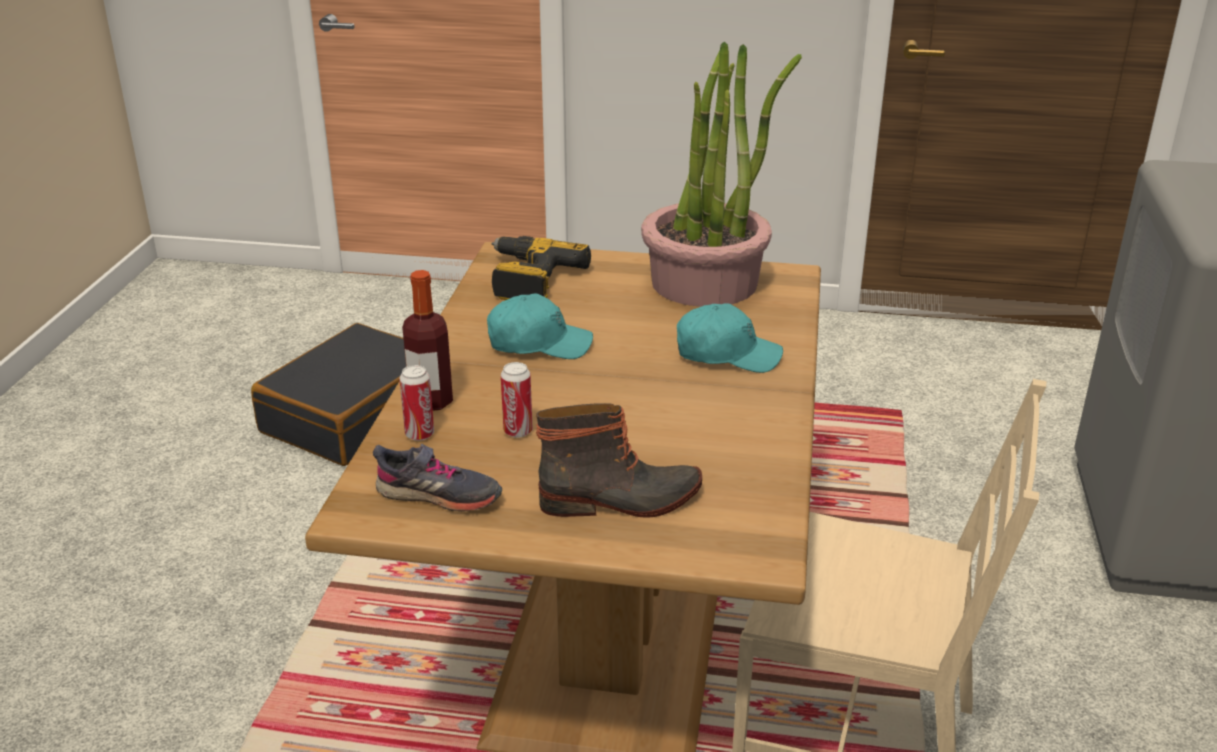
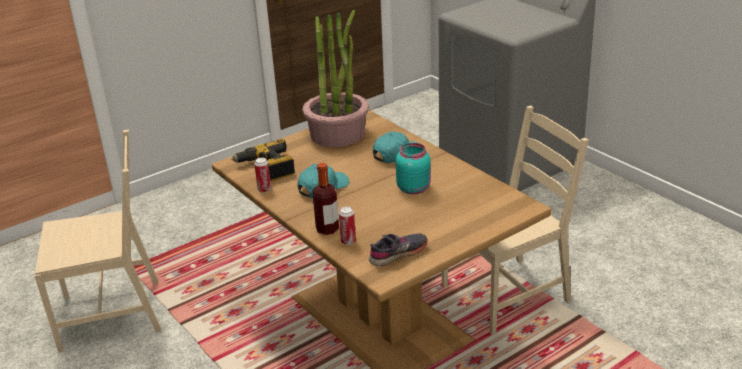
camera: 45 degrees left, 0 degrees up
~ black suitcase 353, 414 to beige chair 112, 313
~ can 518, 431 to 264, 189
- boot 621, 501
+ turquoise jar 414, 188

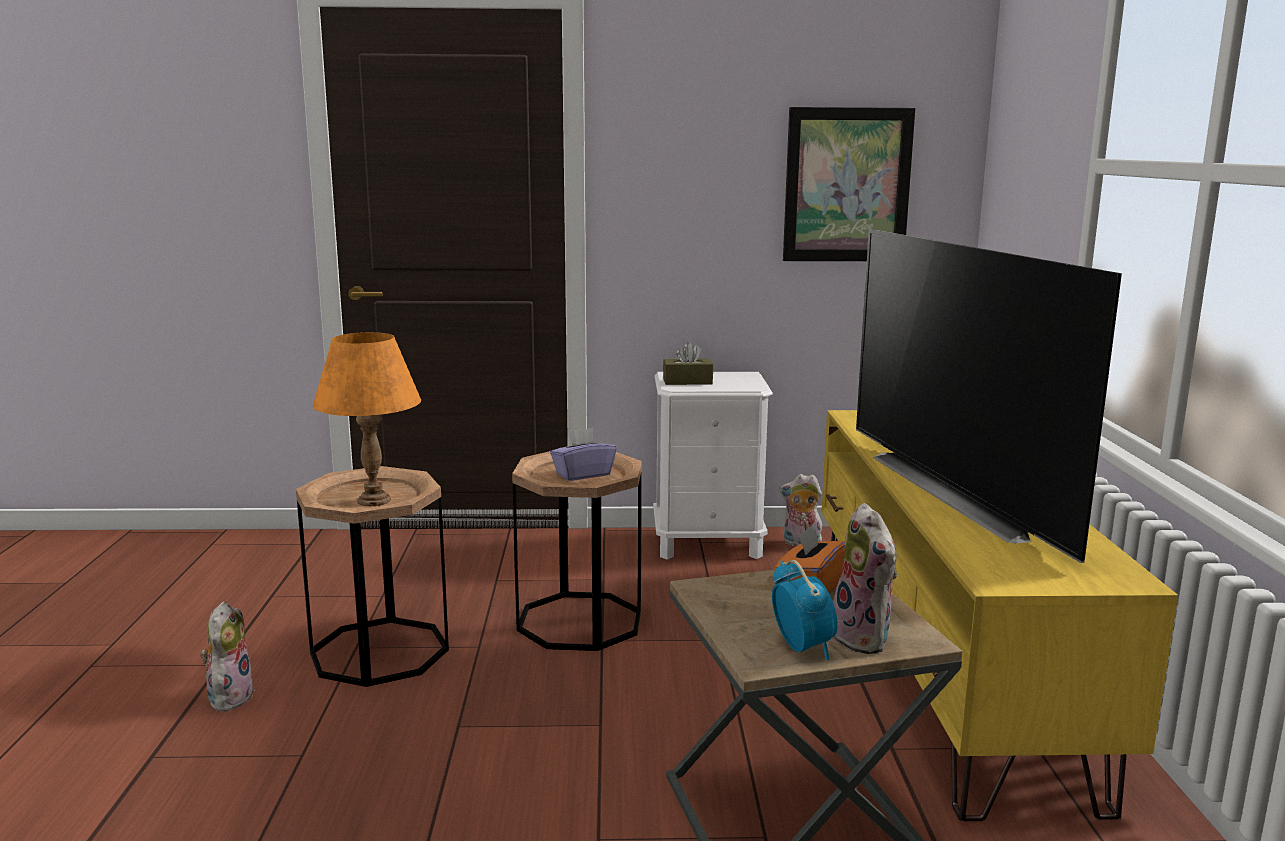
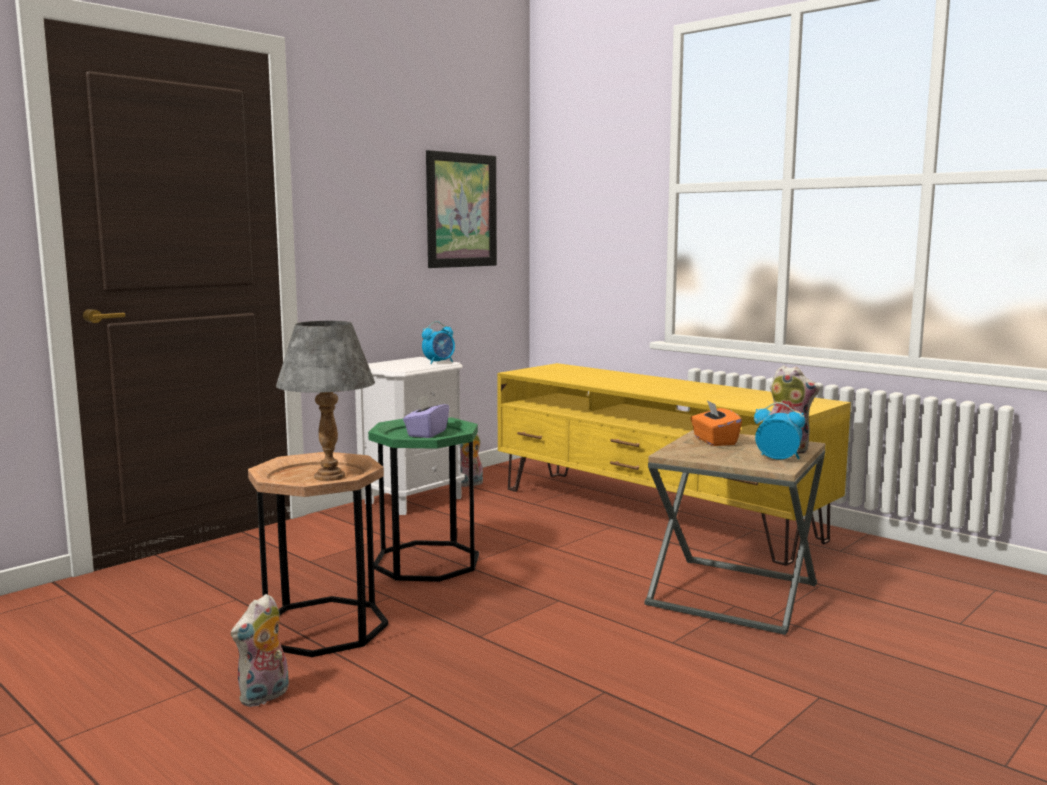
camera: 45 degrees left, 5 degrees down
- television 963, 492
~ orange table lamp 374, 500 to grey table lamp 330, 476
- brown tissue box 687, 381
~ brown side table 579, 621 to green side table 426, 561
~ plush toy 229, 697 = 265, 697 105 degrees counterclockwise
+ alarm clock 439, 362

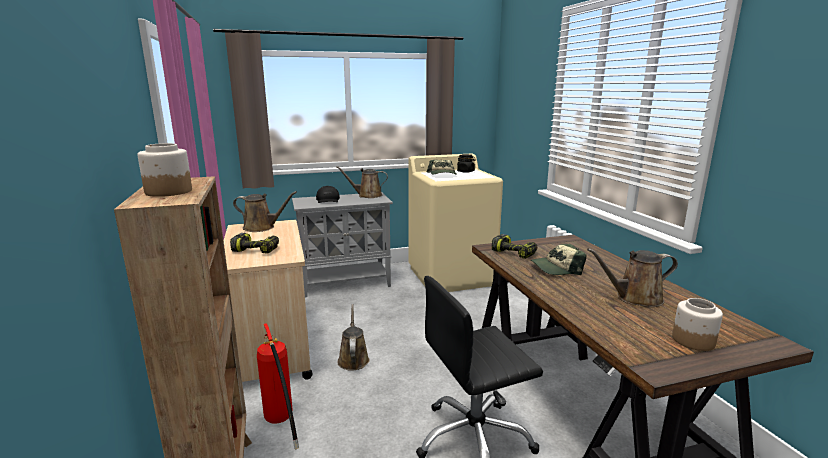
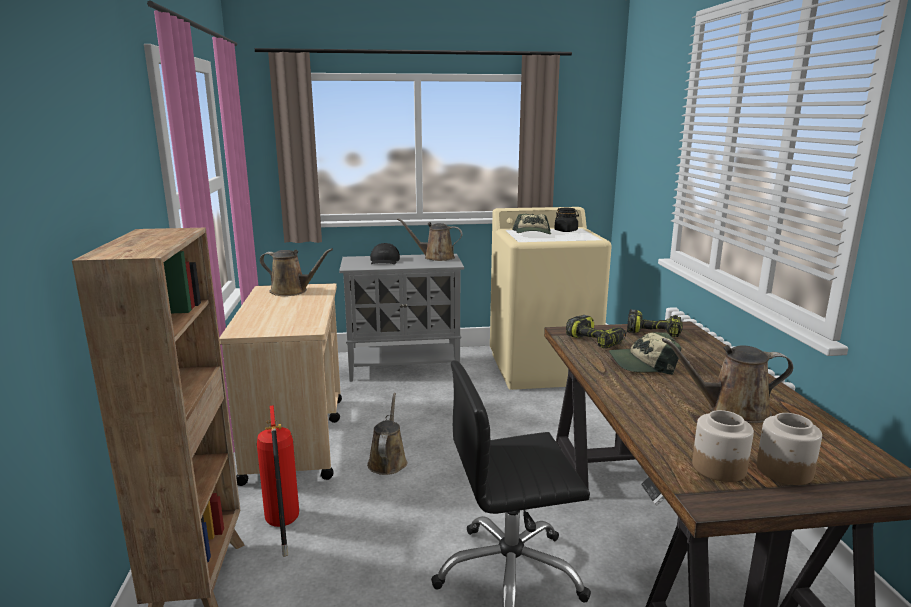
camera: 10 degrees right, 0 degrees up
~ jar 168, 192 to 718, 467
~ power drill 257, 249 to 654, 331

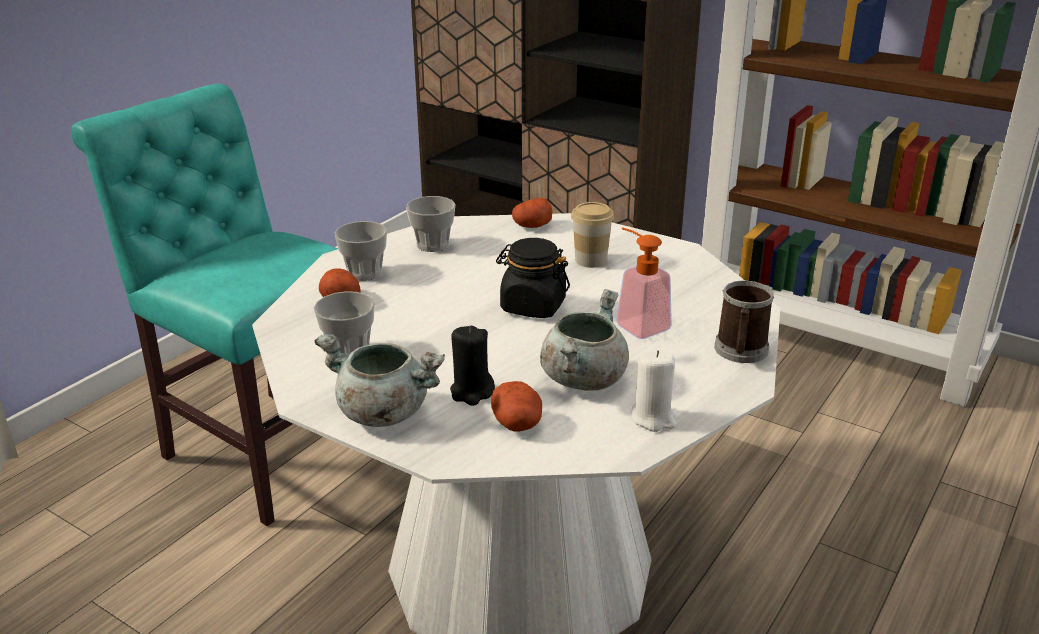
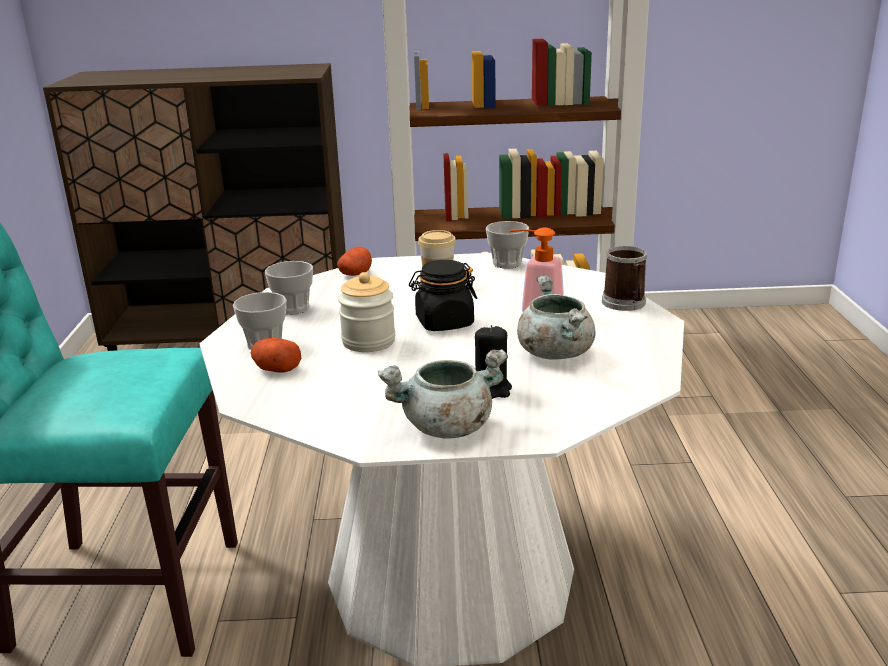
camera: 35 degrees left, 5 degrees down
~ cup 349, 351 to 507, 263
- white candle 653, 418
- potato 518, 423
+ jar 368, 341

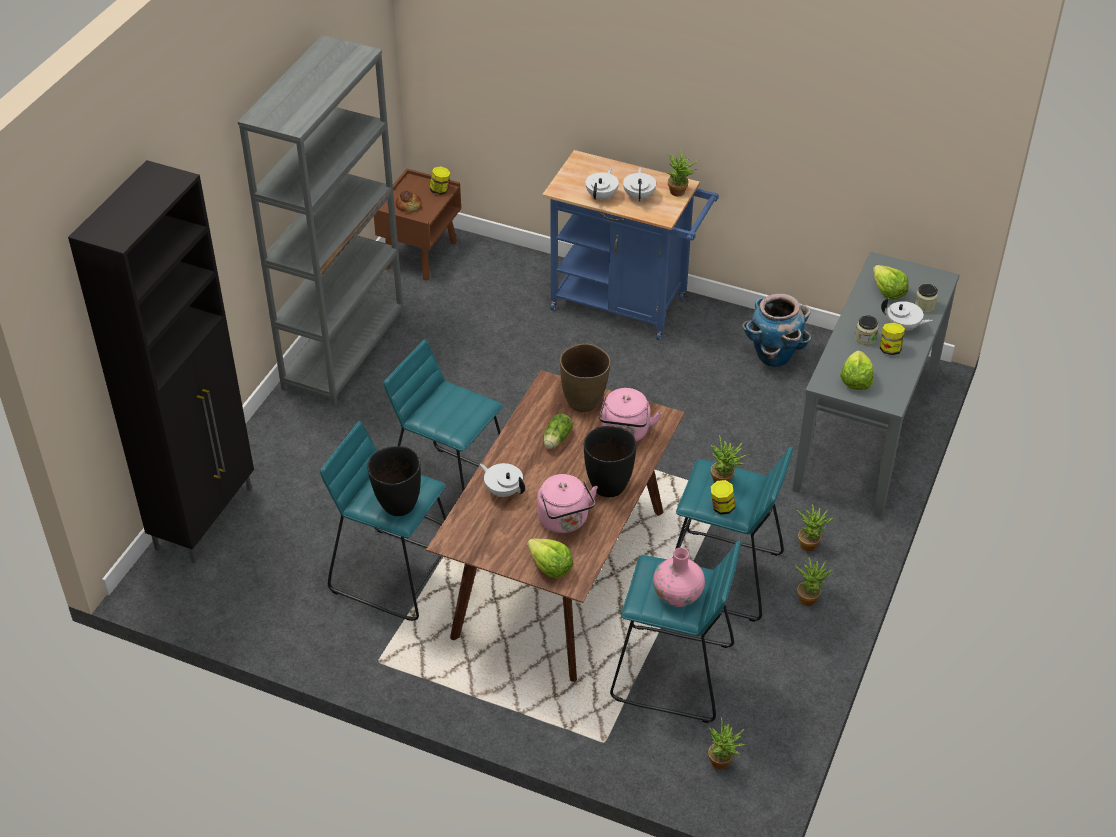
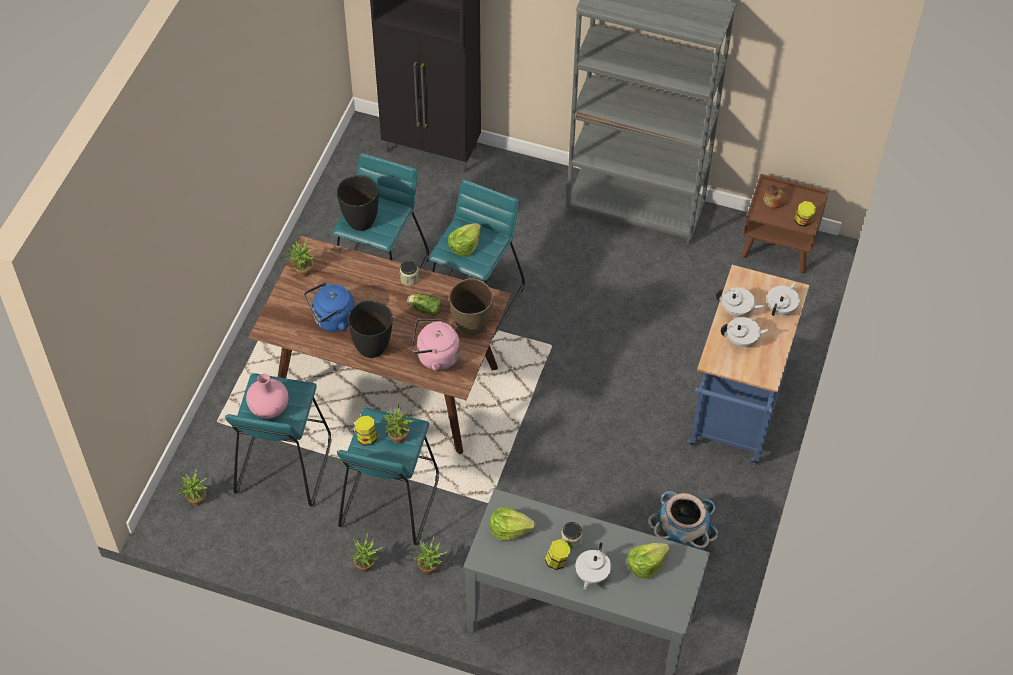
camera: 85 degrees right, 10 degrees up
~ potted plant 680, 193 to 302, 273
~ jar 924, 306 to 409, 278
~ white teapot 503, 490 to 781, 308
~ pink kettle 565, 521 to blue kettle 332, 320
~ lettuce 550, 567 to 464, 246

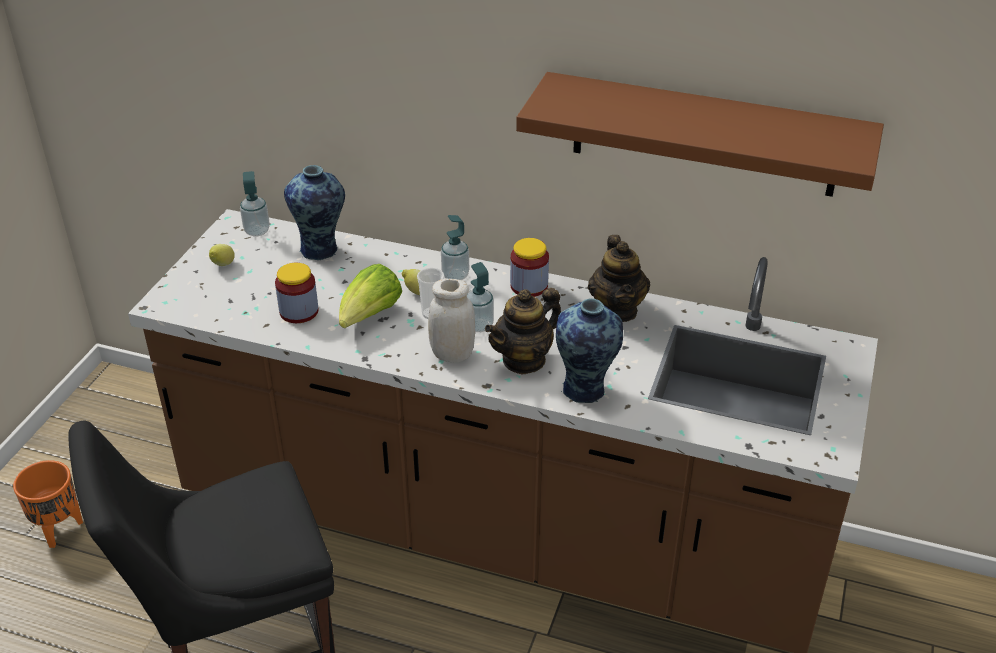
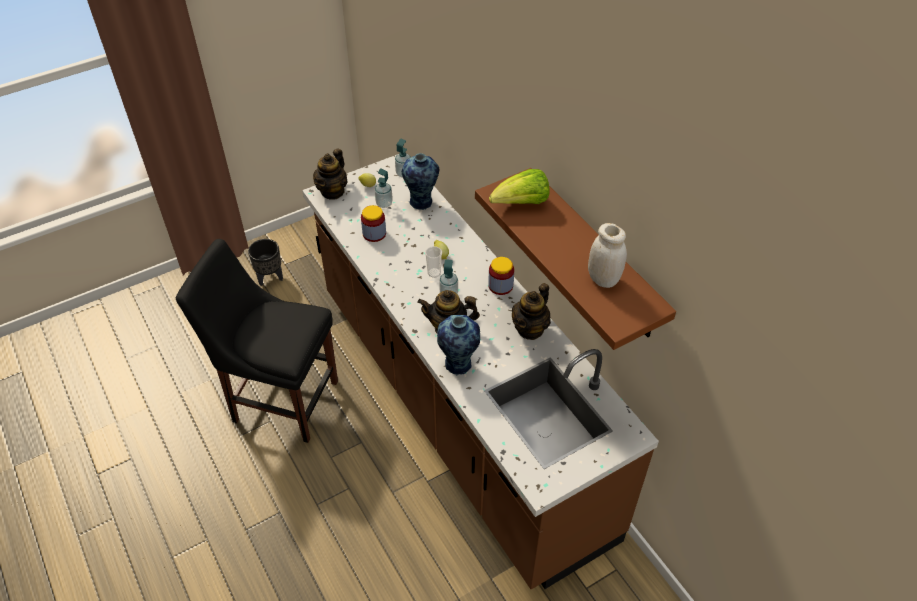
camera: 40 degrees right, 10 degrees up
~ soap dispenser 455, 275 to 384, 203
~ lettuce 370, 316 to 521, 203
~ white jar 452, 354 to 603, 279
~ orange planter 58, 530 to black planter 269, 278
+ teapot 332, 191

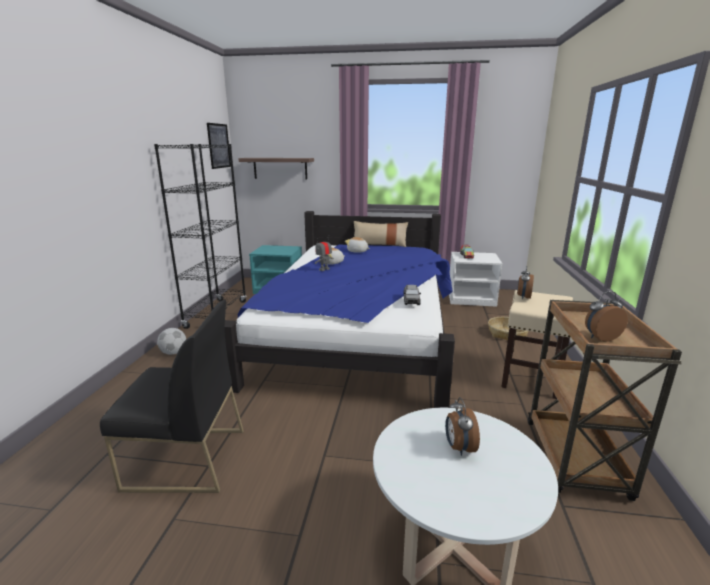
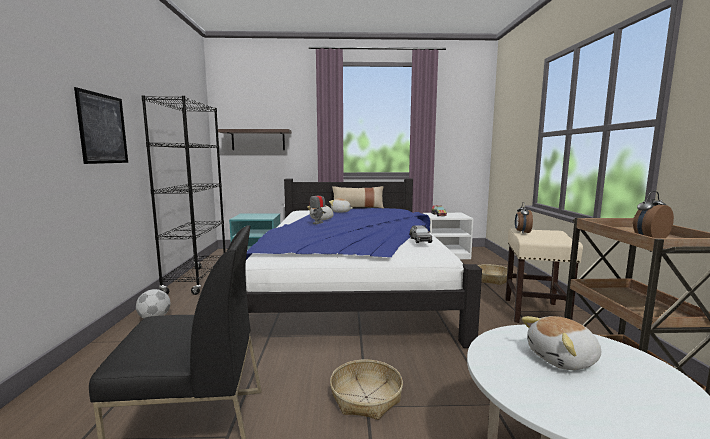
camera: 10 degrees left, 10 degrees down
~ picture 219, 146 to 103, 128
~ alarm clock 458, 447 to plush toy 563, 359
+ basket 366, 397

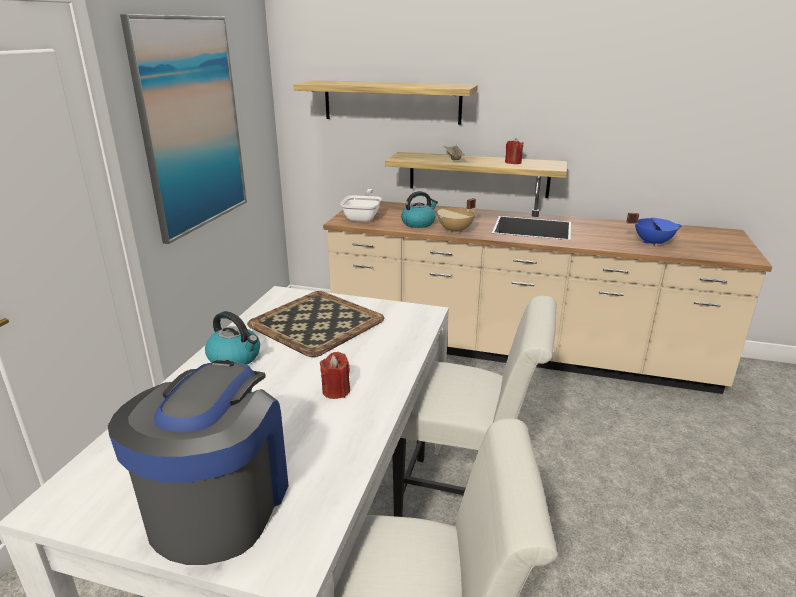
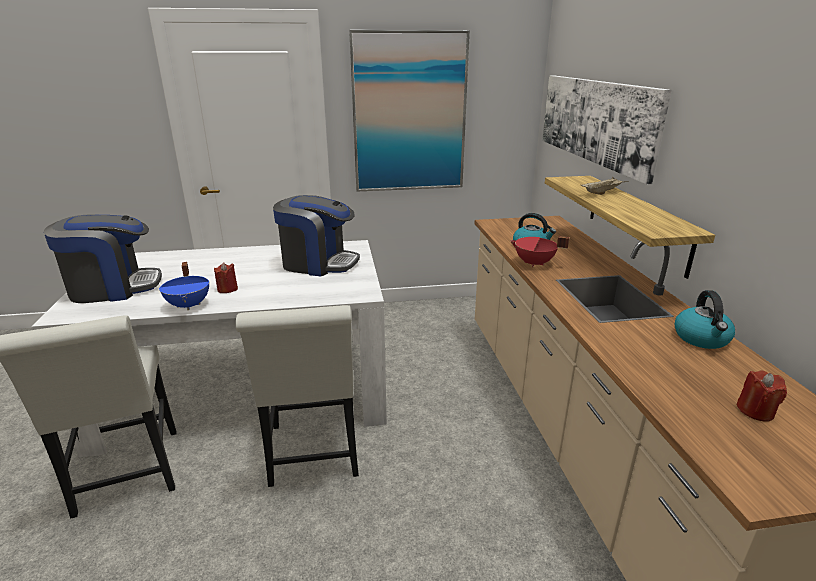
camera: 65 degrees right, 0 degrees up
~ shelf 392, 102 to picture 595, 121
~ red candle 513, 162 to 755, 411
- frying pan 363, 217
~ beige cooking pot 456, 231 to red cooking pot 534, 264
~ blue cooking pot 652, 242 to 189, 305
~ tray 315, 322 to coffee machine 318, 263
~ kettle 235, 358 to 702, 338

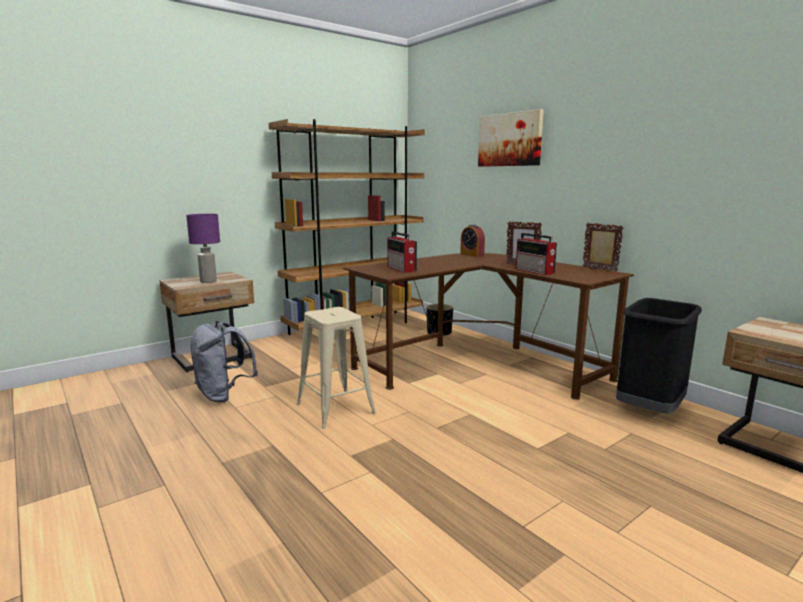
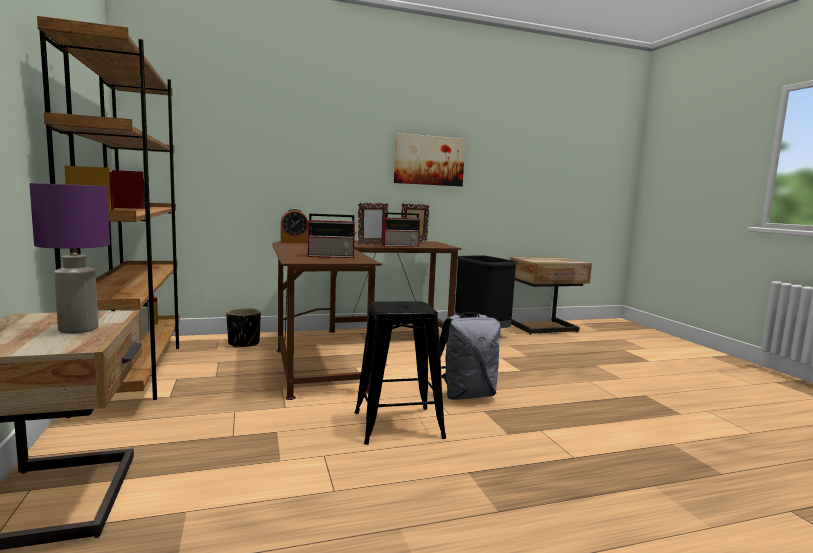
camera: 70 degrees left, 5 degrees down
~ picture 510, 139 to 429, 160
~ beige stool 335, 409 to black stool 398, 425
~ grey backpack 223, 395 to 466, 395

